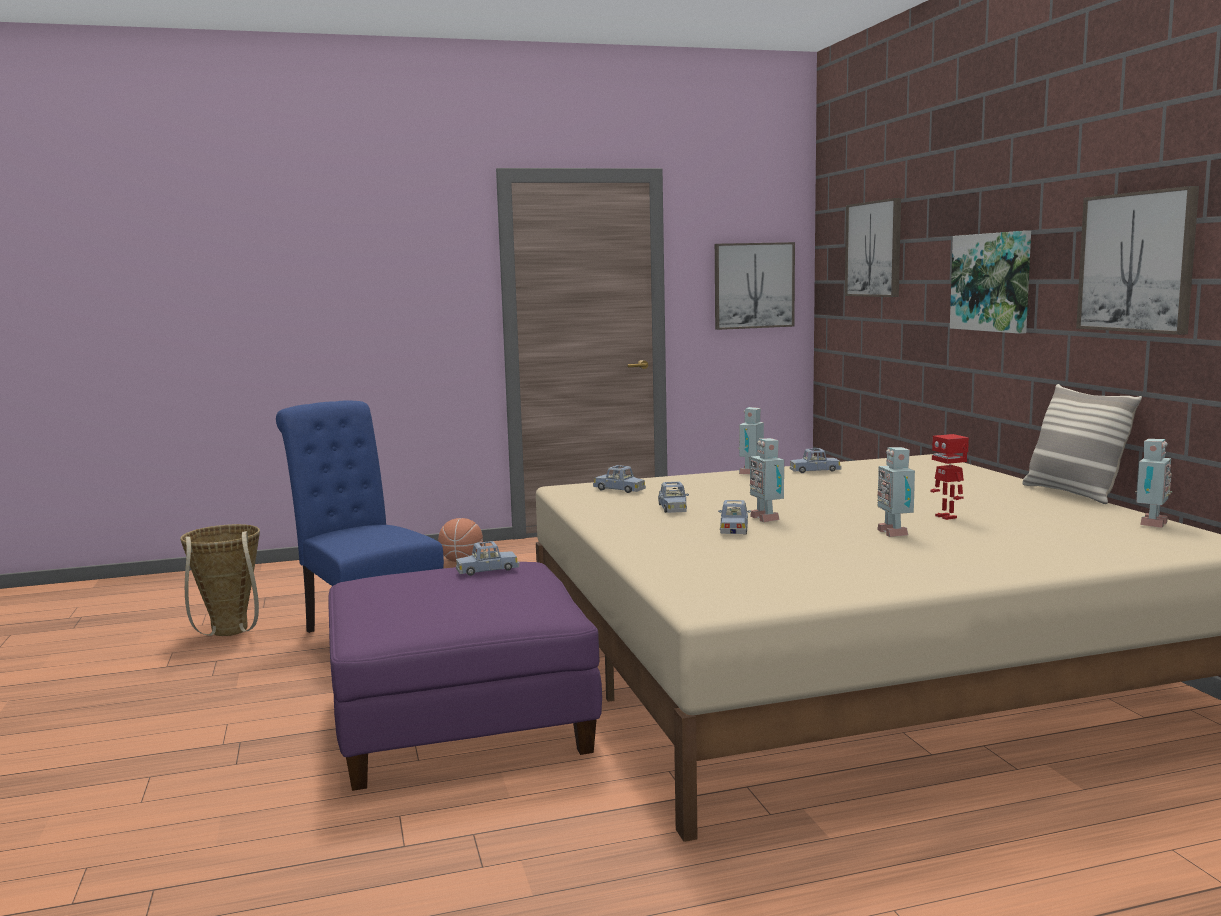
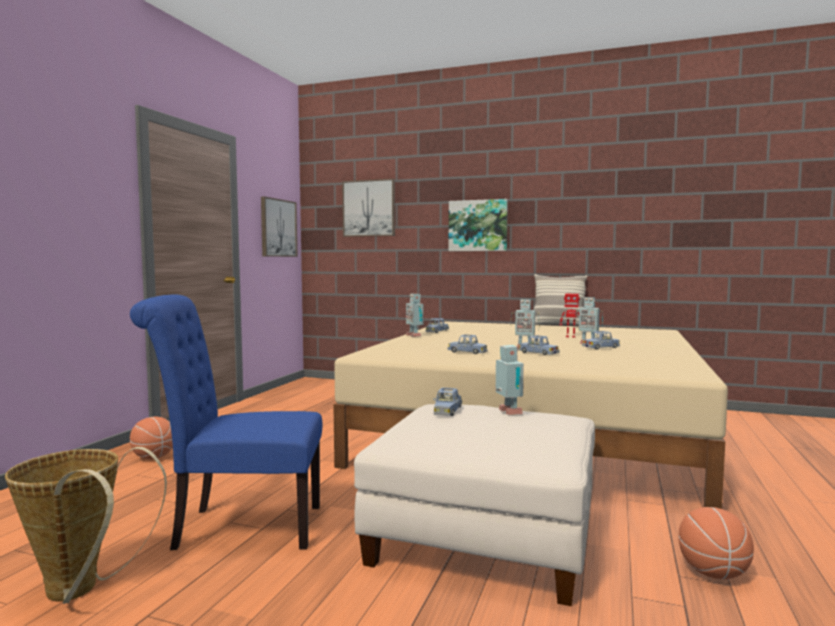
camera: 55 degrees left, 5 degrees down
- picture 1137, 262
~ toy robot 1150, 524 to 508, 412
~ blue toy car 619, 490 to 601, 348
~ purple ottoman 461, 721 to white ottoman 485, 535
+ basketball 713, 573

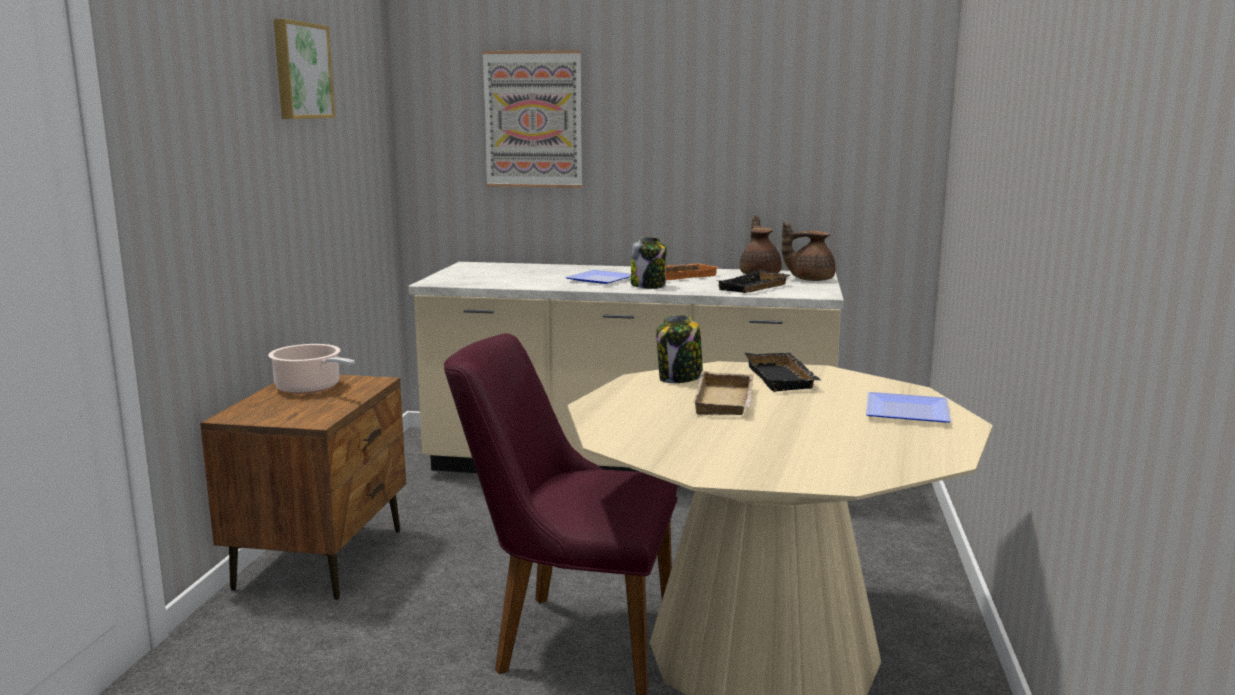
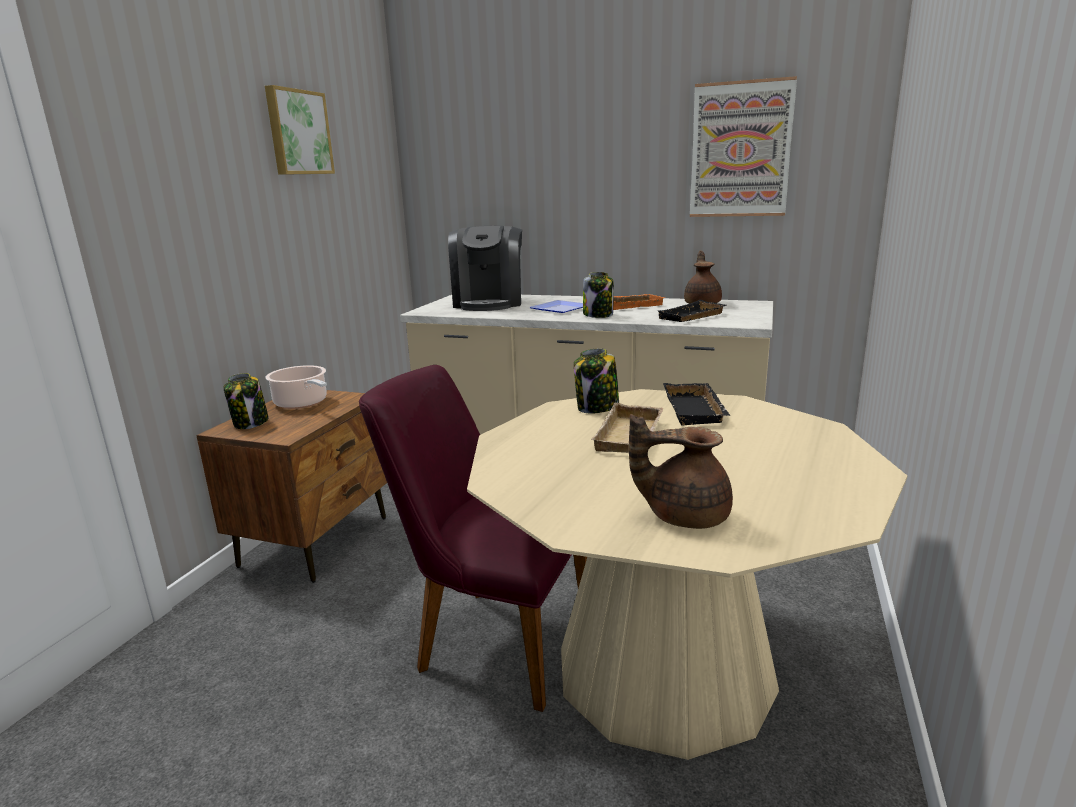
camera: 10 degrees right, 5 degrees up
~ picture 533, 119 to 740, 150
~ brown teapot 809, 279 to 683, 515
- plate 910, 413
+ coffee machine 489, 303
+ jar 251, 423

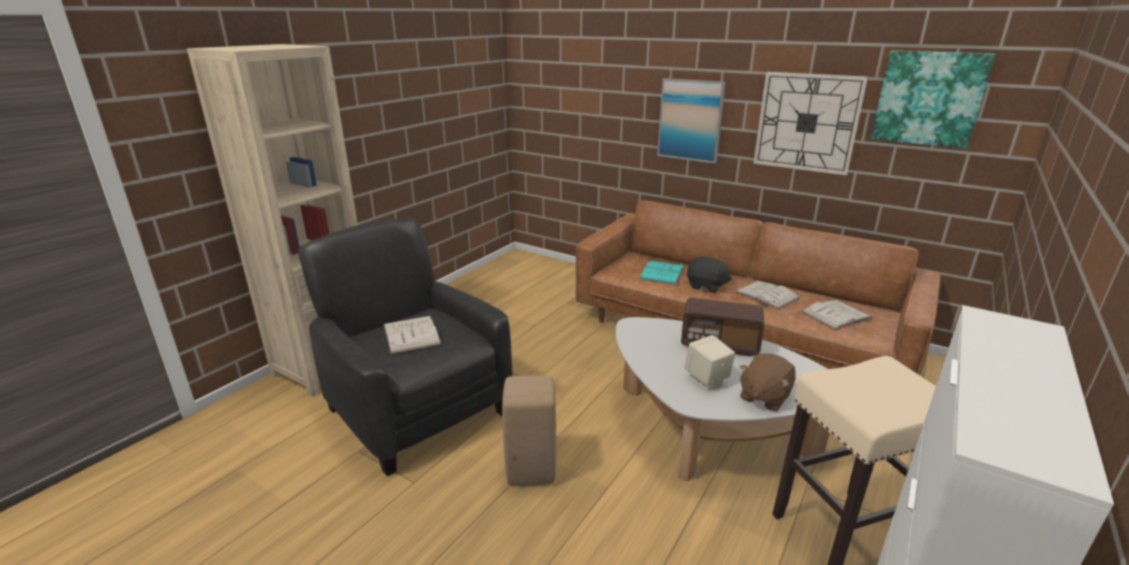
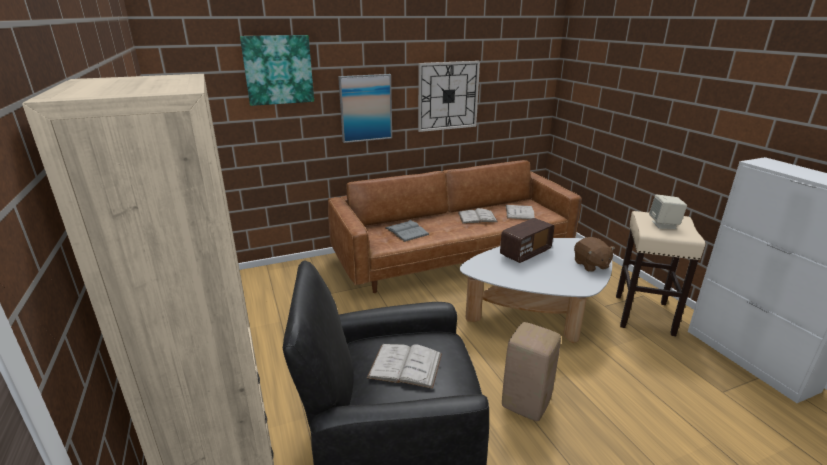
camera: 55 degrees left, 0 degrees up
~ picture 929, 98 to 278, 70
- black plush toy 706, 286
~ turquoise book 662, 273 to grey book 406, 231
~ beige speaker 707, 380 to 664, 225

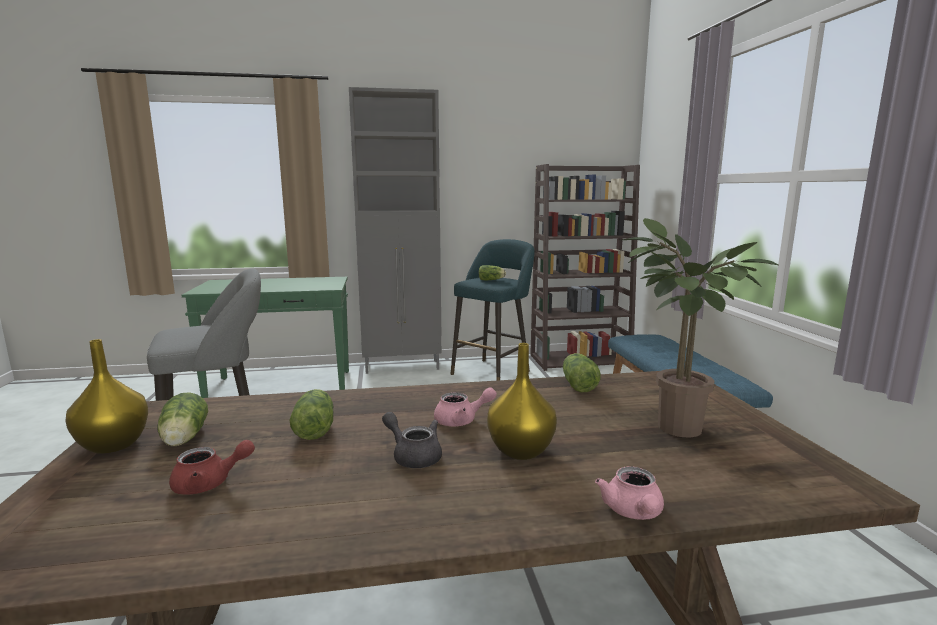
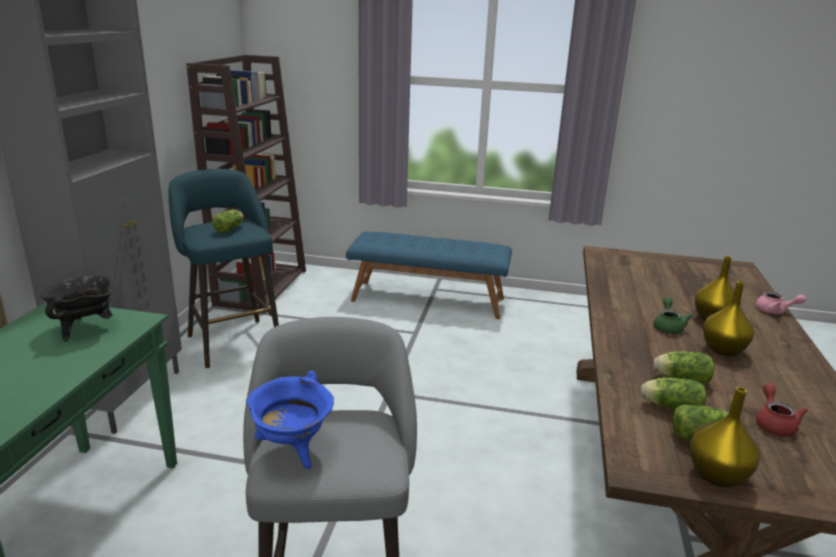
camera: 70 degrees left, 10 degrees up
- potted plant 672, 428
~ lettuce 578, 384 to 669, 407
~ pink teapot 461, 420 to green teapot 668, 327
~ grey teapot 413, 456 to yellow vase 723, 350
+ black cooking pot 85, 328
+ blue cooking pot 293, 450

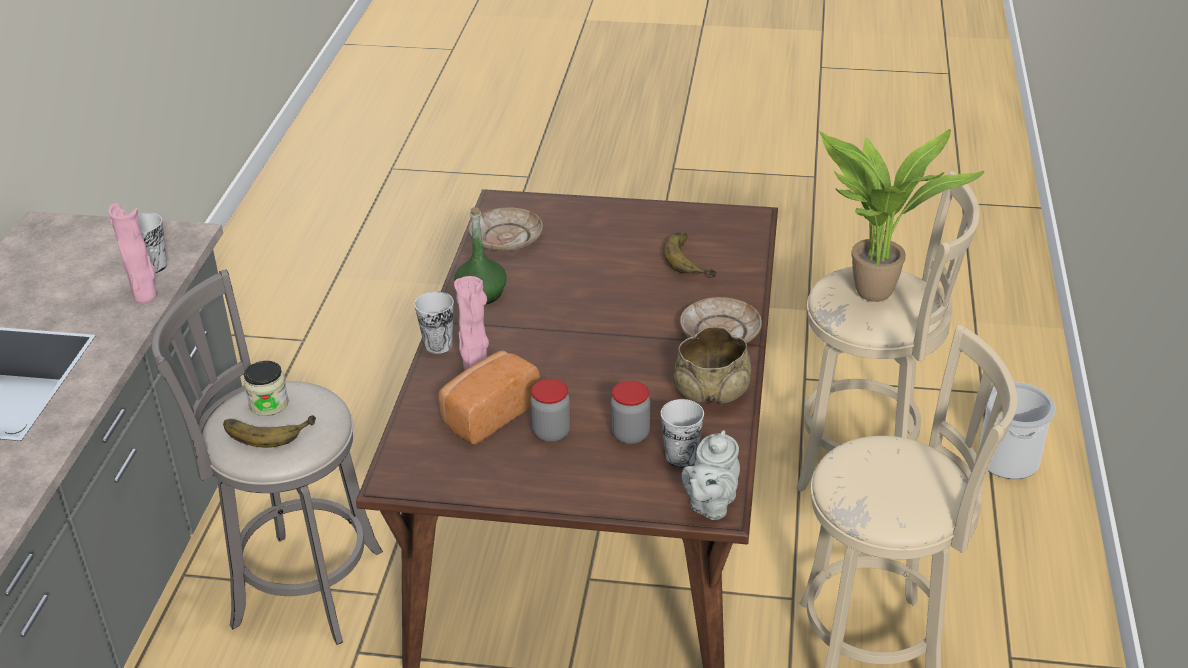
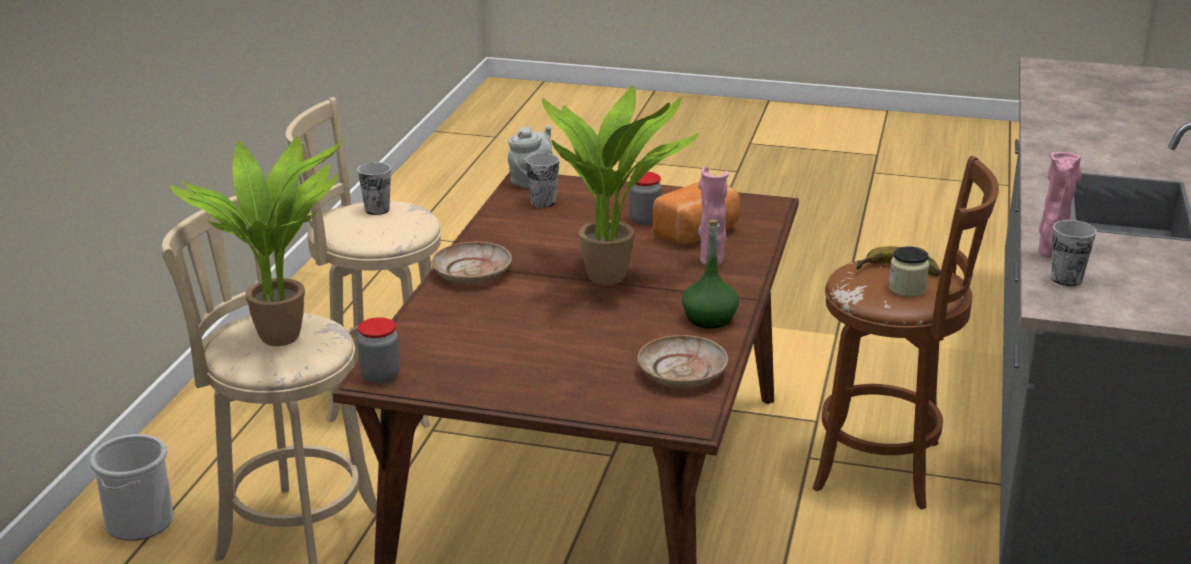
camera: 175 degrees left, 10 degrees down
- banana 693, 258
~ grey stool 299, 586 to brown stool 885, 467
~ cup 438, 345 to 377, 210
- beige bowl 711, 391
~ jar 630, 434 to 380, 376
+ potted plant 612, 277

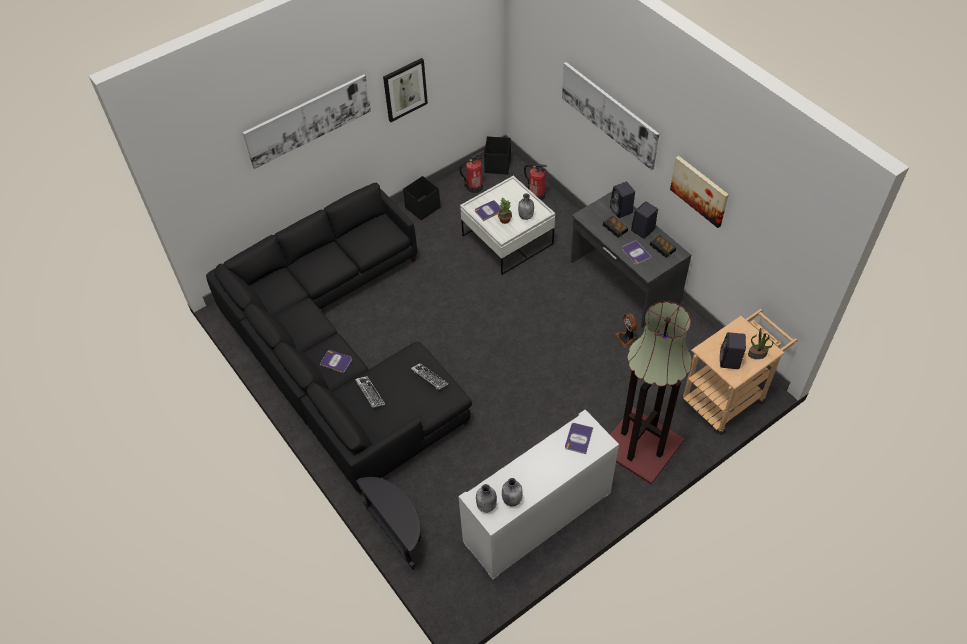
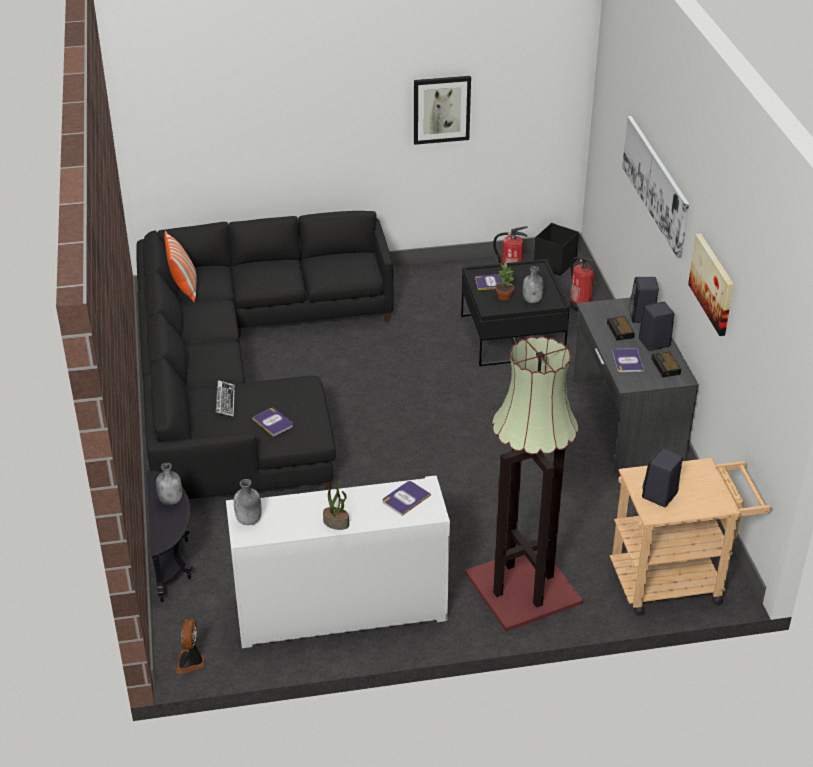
camera: 25 degrees right, 15 degrees down
- picture 308, 120
- black storage box 422, 208
~ white coffee table 507, 240 to black coffee table 511, 336
~ fan 626, 338 to 191, 662
~ potted plant 757, 354 to 336, 523
~ book 336, 361 to 273, 422
- keyboard 429, 378
~ grey bottle 512, 499 to 171, 500
+ pillow 184, 288

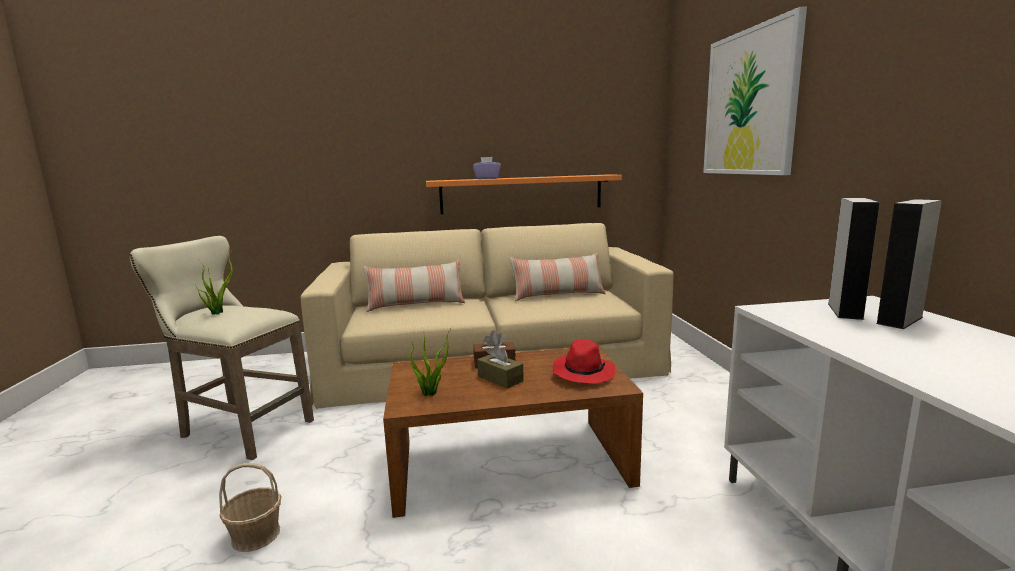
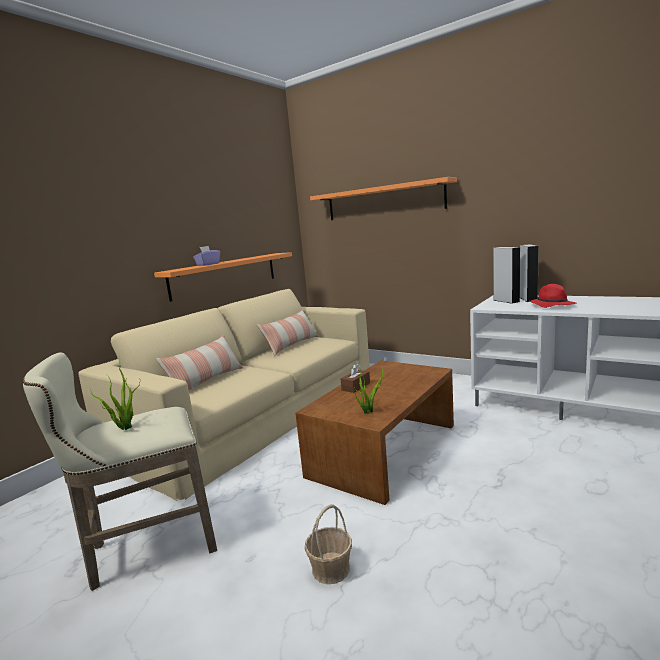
camera: 45 degrees left, 0 degrees up
~ picture 750, 103 to orange shelf 383, 201
~ red hat 583, 373 to 551, 305
- brown tissue box 500, 379

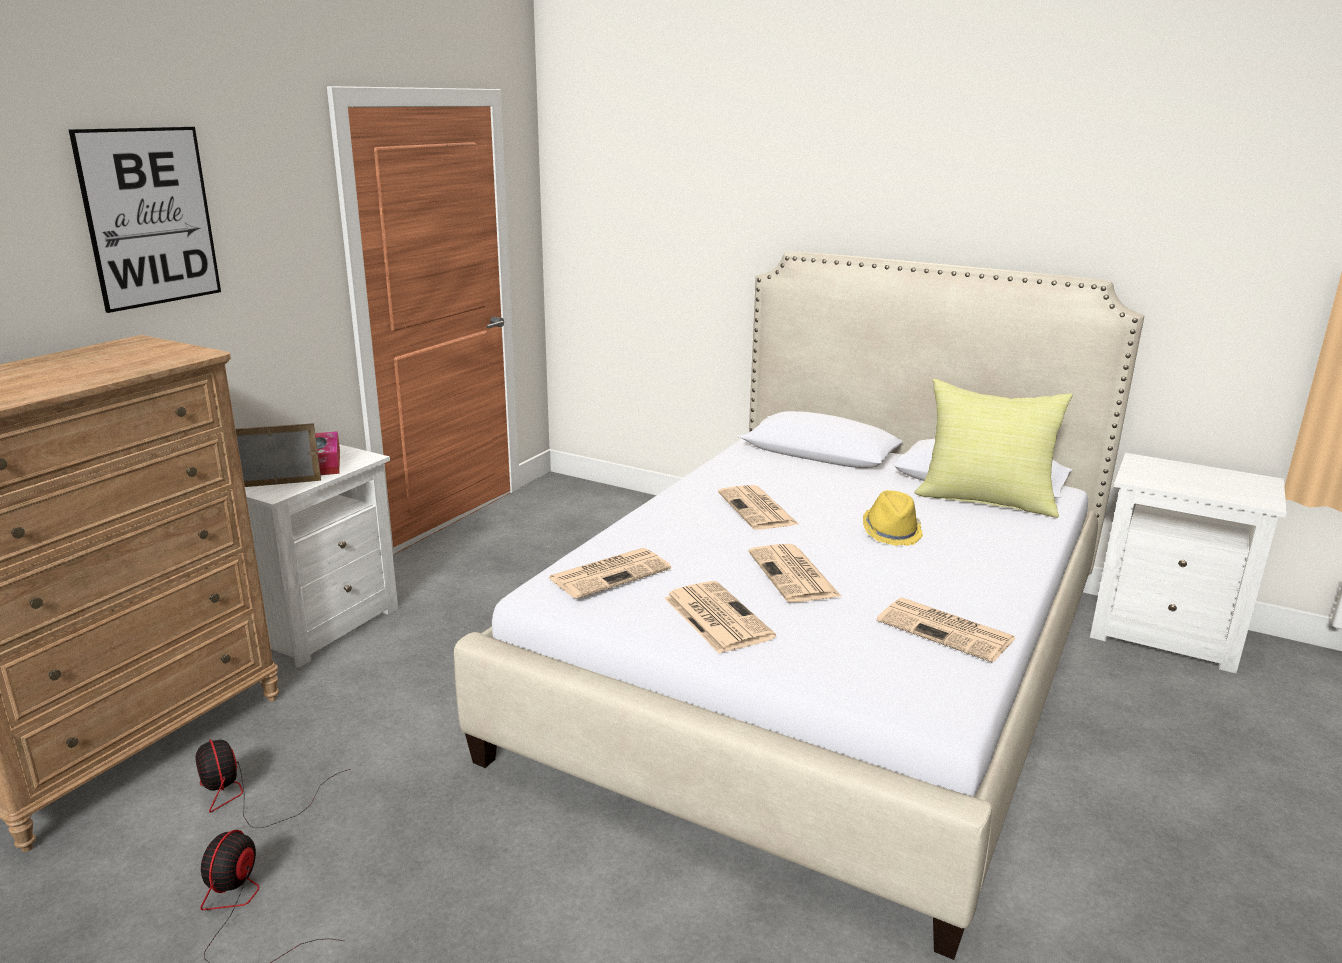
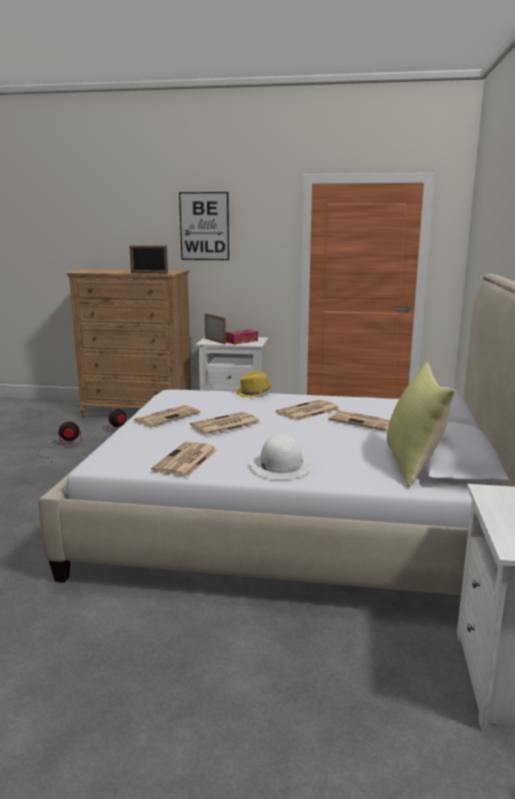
camera: 70 degrees right, 5 degrees down
~ yellow hat 891, 532 to 254, 393
~ newspaper 610, 573 to 364, 422
+ picture frame 149, 273
+ white hat 281, 466

